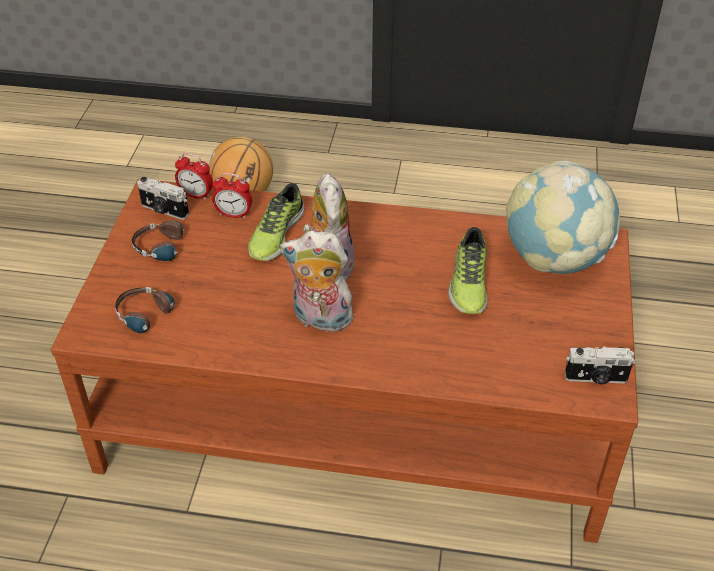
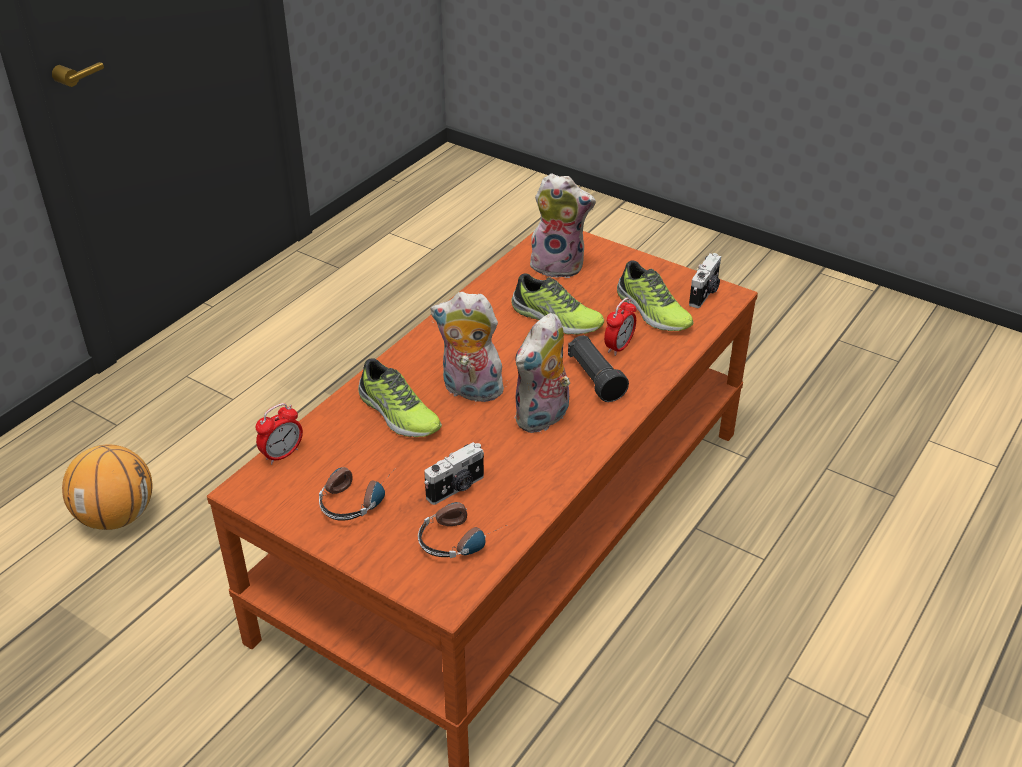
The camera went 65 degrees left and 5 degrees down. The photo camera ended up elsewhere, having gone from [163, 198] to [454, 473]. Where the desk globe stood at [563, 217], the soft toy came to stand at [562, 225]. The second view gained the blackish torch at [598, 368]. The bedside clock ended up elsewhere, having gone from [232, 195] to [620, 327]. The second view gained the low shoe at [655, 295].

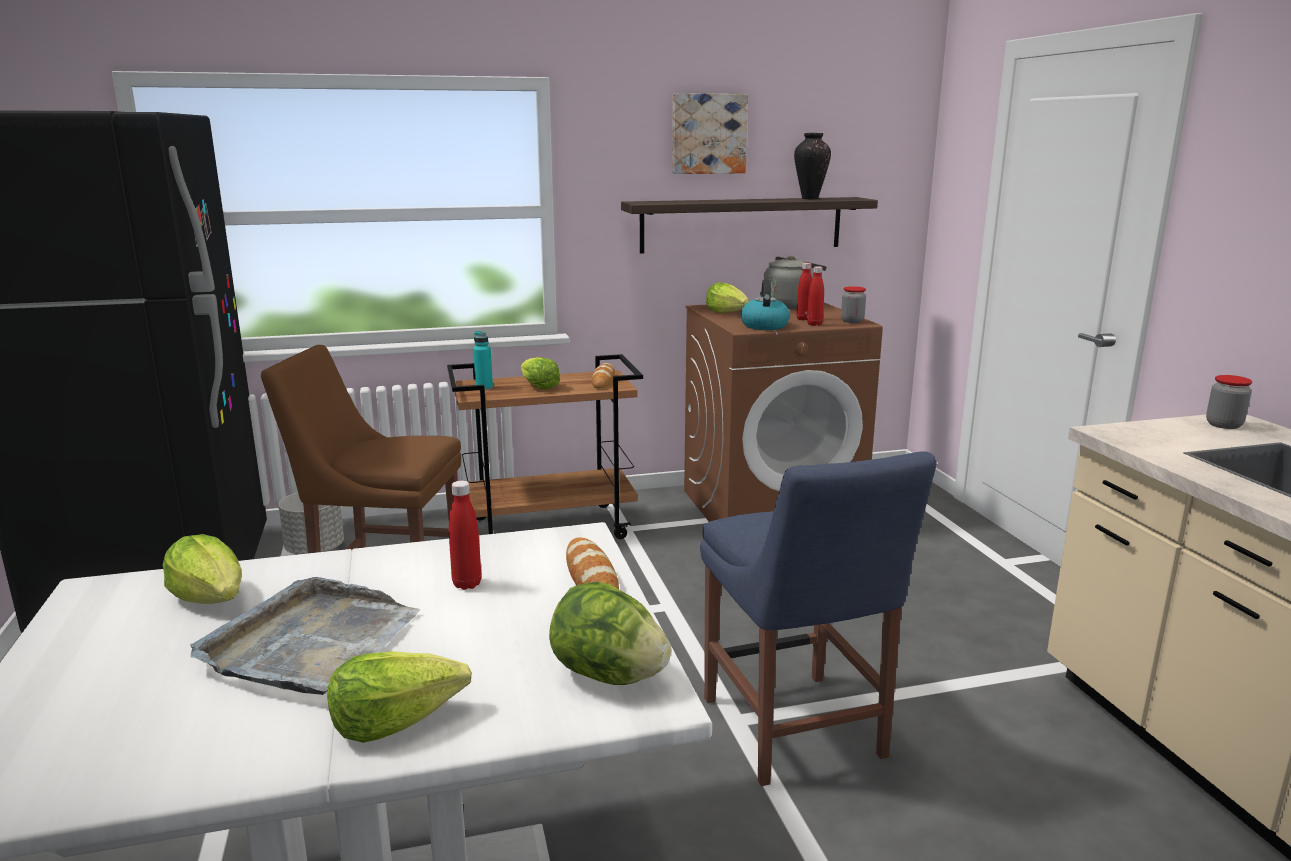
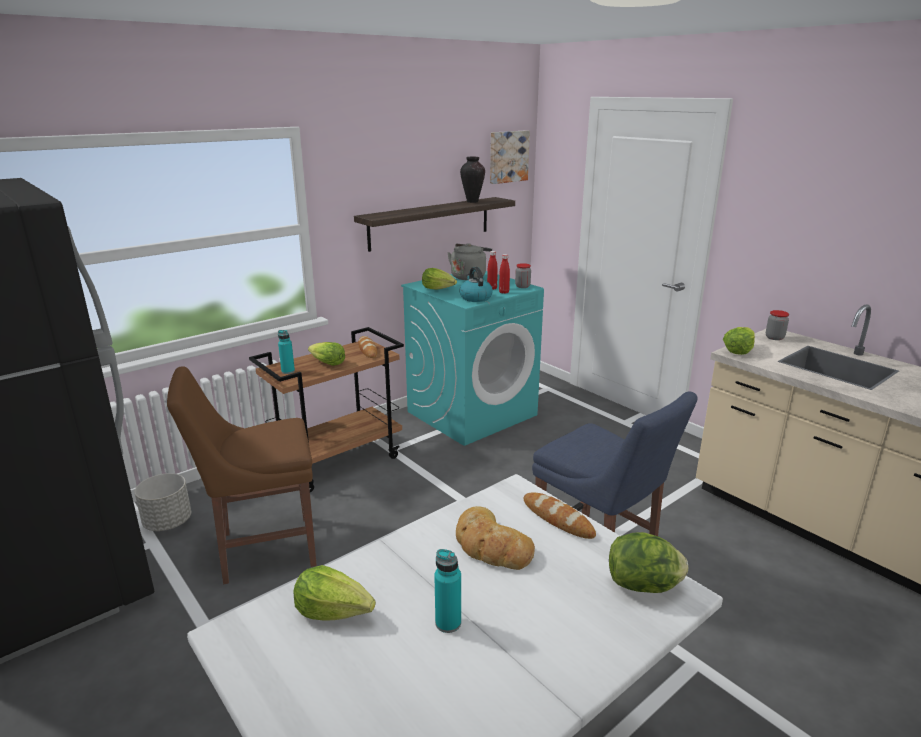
The camera went 25 degrees left and 5 degrees up. What was the brown-coloured washing machine at [783, 412] turned into the turquoise-coloured washing machine at [472, 358]. Where the gray serving tray stood at [305, 636], the turquoise-coloured beverage bottle came to stand at [447, 591]. Where the red beverage bottle stood at [465, 535], the bread came to stand at [495, 538]. The wall picture ended up elsewhere, having gone from [710, 133] to [510, 157]. The lettuce ended up elsewhere, having gone from [399, 697] to [739, 341].

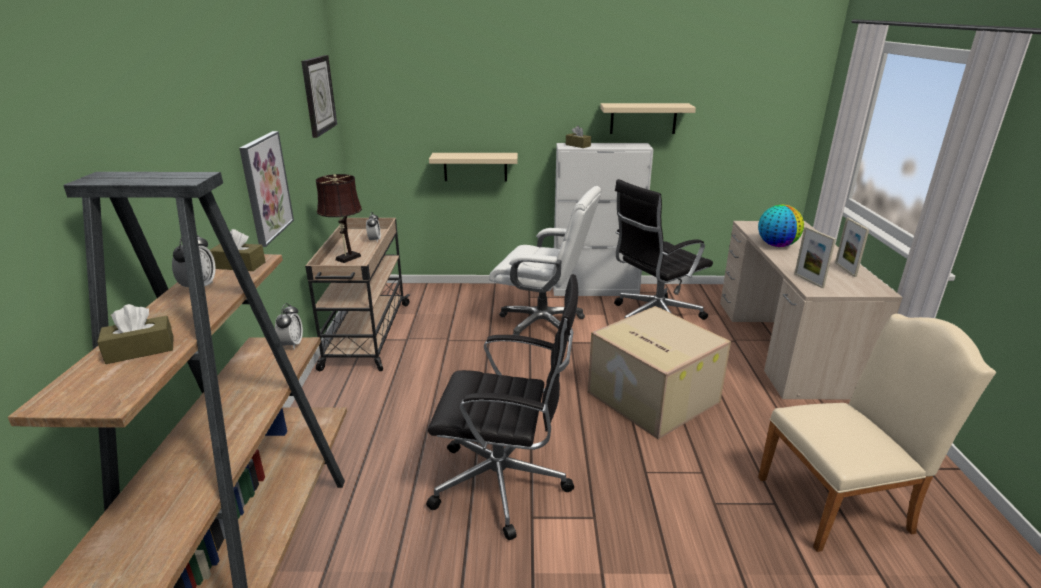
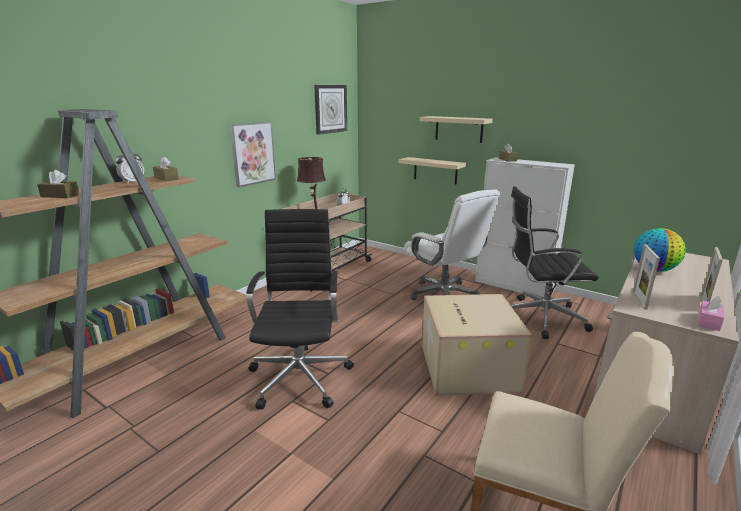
The camera went 35 degrees right and 5 degrees down. The blackish desk chair at [502, 407] ended up facing another way, 135 degrees counterclockwise from before. The beige-coloured wall shelf ended up elsewhere, having gone from [648, 118] to [456, 129]. The second view gained the pink box of tissues at [711, 313]. The second view lost the bedside clock at [289, 326].

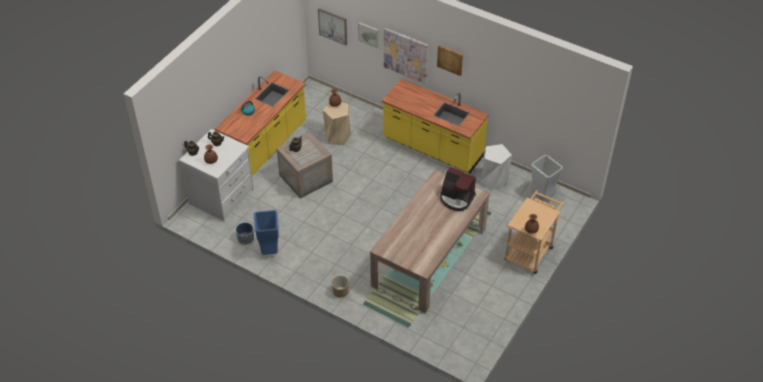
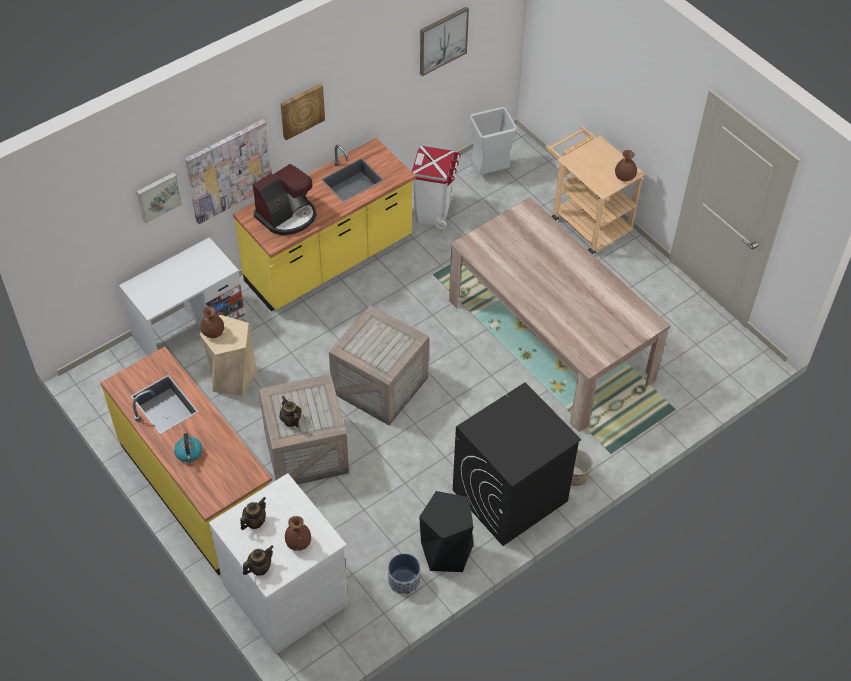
The camera went 70 degrees left and 5 degrees up. The second view gained the white-coloured desk unit at [182, 296]. The coffee maker ended up elsewhere, having gone from [458, 189] to [284, 199]. The second view gained the packing crate at [379, 365]. Where the white-coloured sitting stool stood at [496, 167], the white-coloured waste bin came to stand at [436, 187]. Where the blue waste bin stood at [266, 232], the blackish sitting stool came to stand at [446, 531]. The wall picture ended up elsewhere, having gone from [332, 26] to [444, 41]. The second view gained the blackish washing machine at [517, 464].

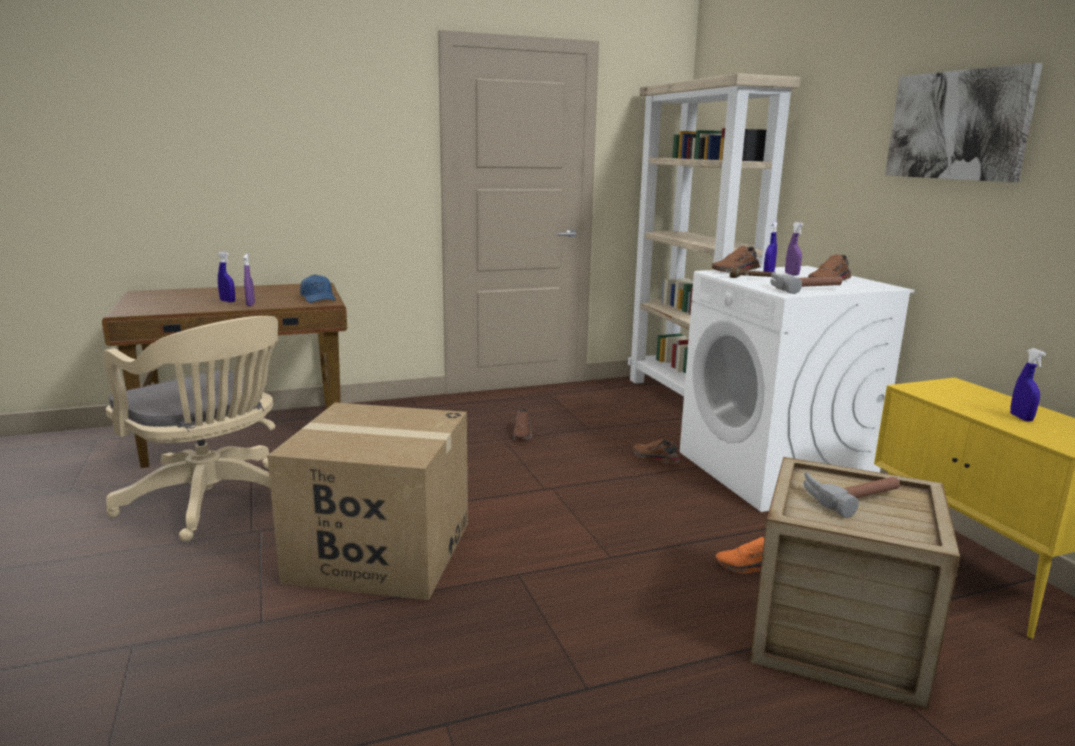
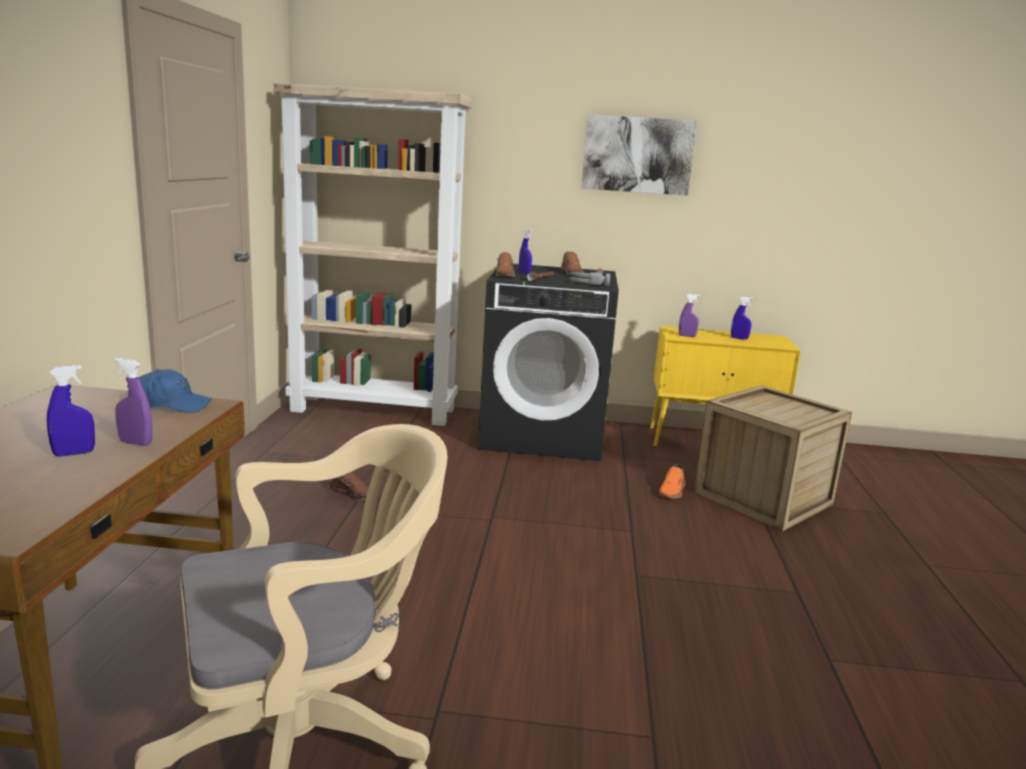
The camera went 65 degrees left and 0 degrees up. What was the white-coloured washing machine at [797, 389] turned into the blackish washing machine at [548, 362]. The purplish hand sprayer ended up elsewhere, having gone from [794, 249] to [689, 315]. The second view lost the carton at [367, 501]. The second view lost the brown-coloured low shoe at [656, 451]. The second view lost the tool hammer at [851, 495].

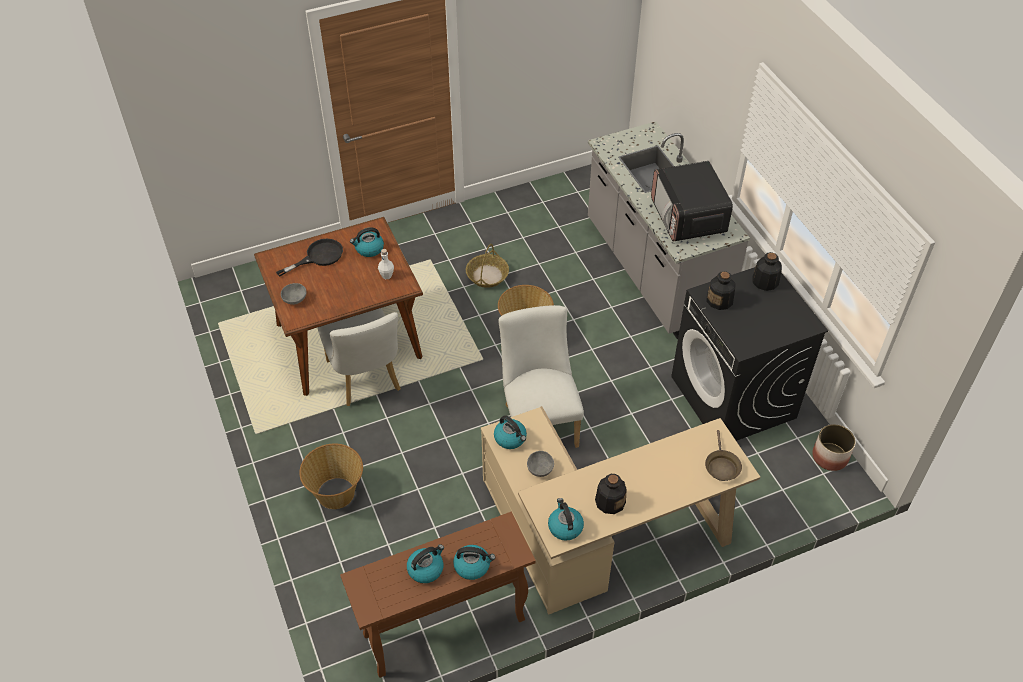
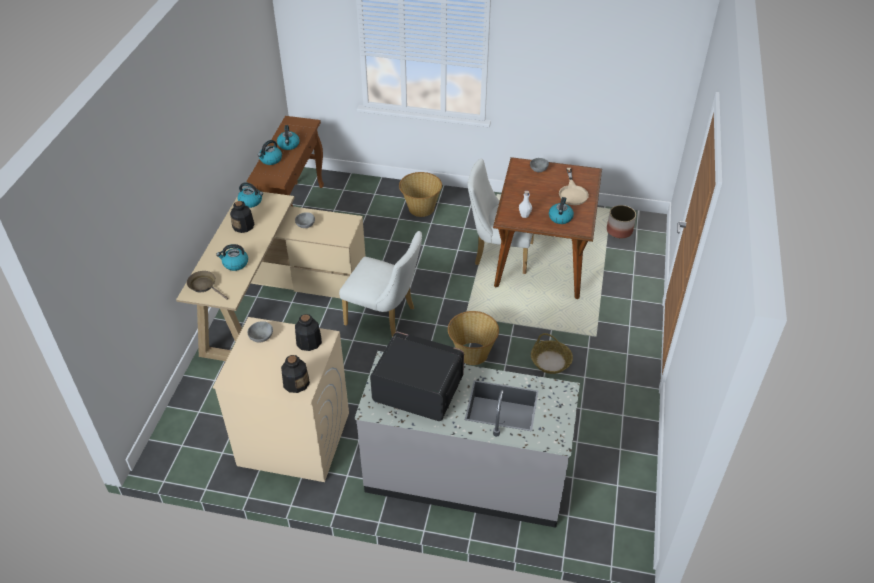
The camera went 125 degrees right and 5 degrees down. What was the blackish washing machine at [749, 354] turned into the beige-coloured washing machine at [281, 399]. The kettle ended up elsewhere, having gone from [510, 432] to [232, 257]. The second view gained the gray serving bowl at [260, 332]. What was the blackish frying pan at [309, 257] turned into the beige-coloured frying pan at [574, 186]. The flower pot ended up elsewhere, having gone from [834, 447] to [621, 221].

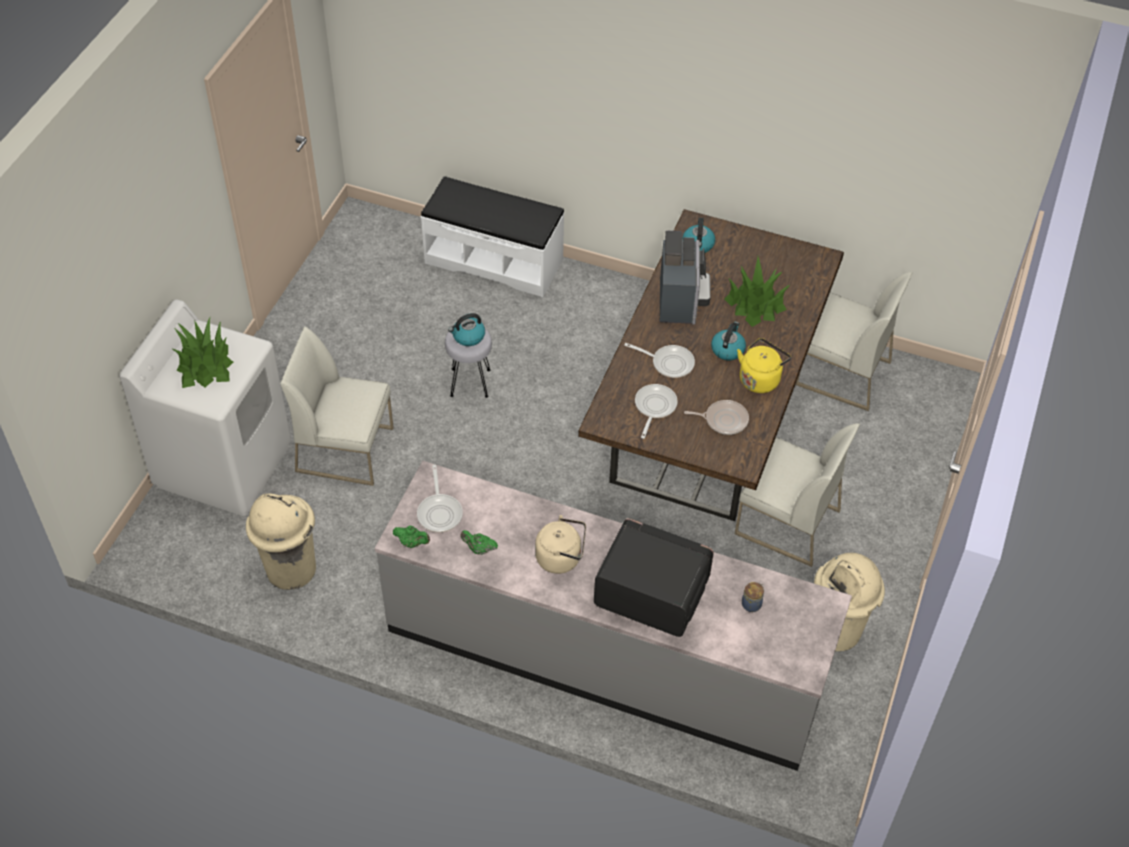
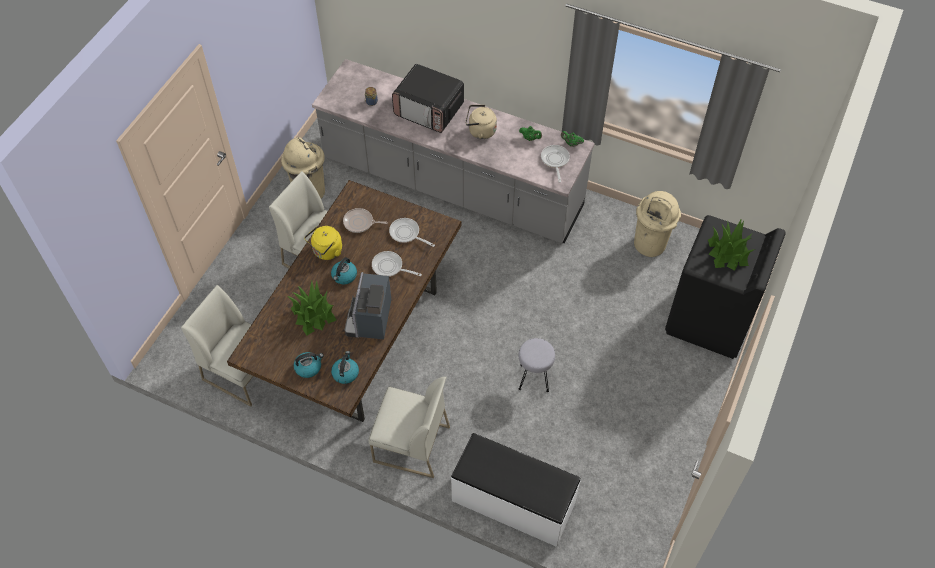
The camera went 175 degrees left and 5 degrees up. The kettle ended up elsewhere, having gone from [466, 329] to [309, 365]. The white-coloured chair ended up elsewhere, having gone from [337, 406] to [409, 427]. The frying pan at [656, 411] ended up facing another way, 105 degrees clockwise from before. What was the white-coloured washing machine at [205, 407] turned into the blackish washing machine at [725, 287].

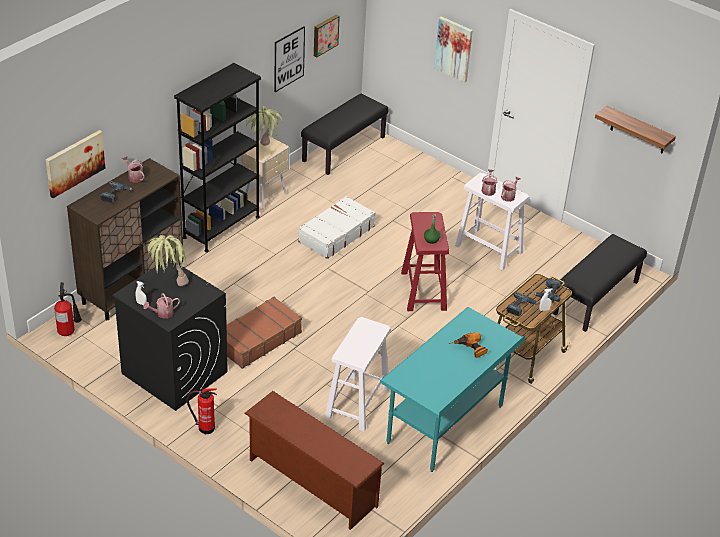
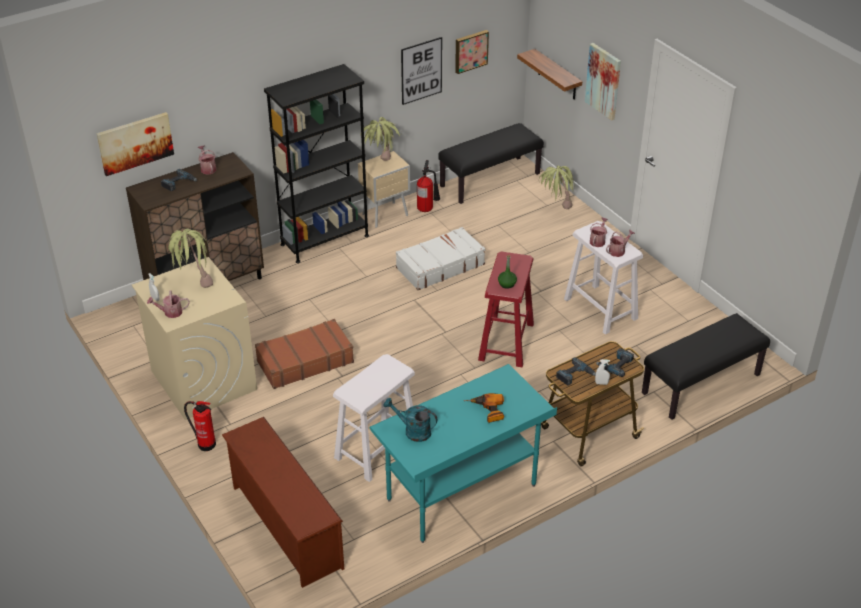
The camera went 20 degrees right and 0 degrees up. What was the blackish washing machine at [170, 334] turned into the beige-coloured washing machine at [194, 338]. The second view gained the turquoise-coloured watering can at [410, 420]. The fire extinguisher ended up elsewhere, having gone from [68, 309] to [428, 186]. The wall shelf ended up elsewhere, having gone from [635, 129] to [549, 74]. The second view gained the plant in a pot at [557, 187].

